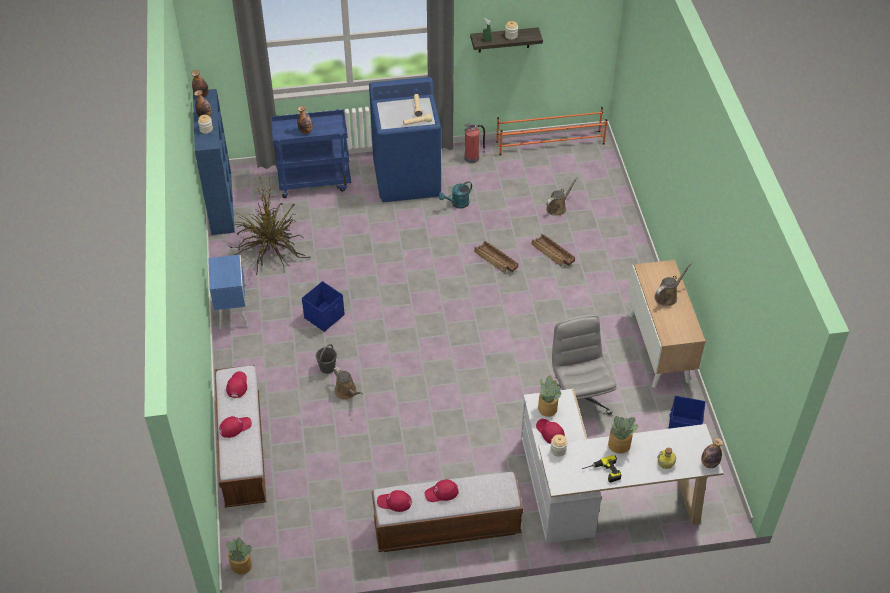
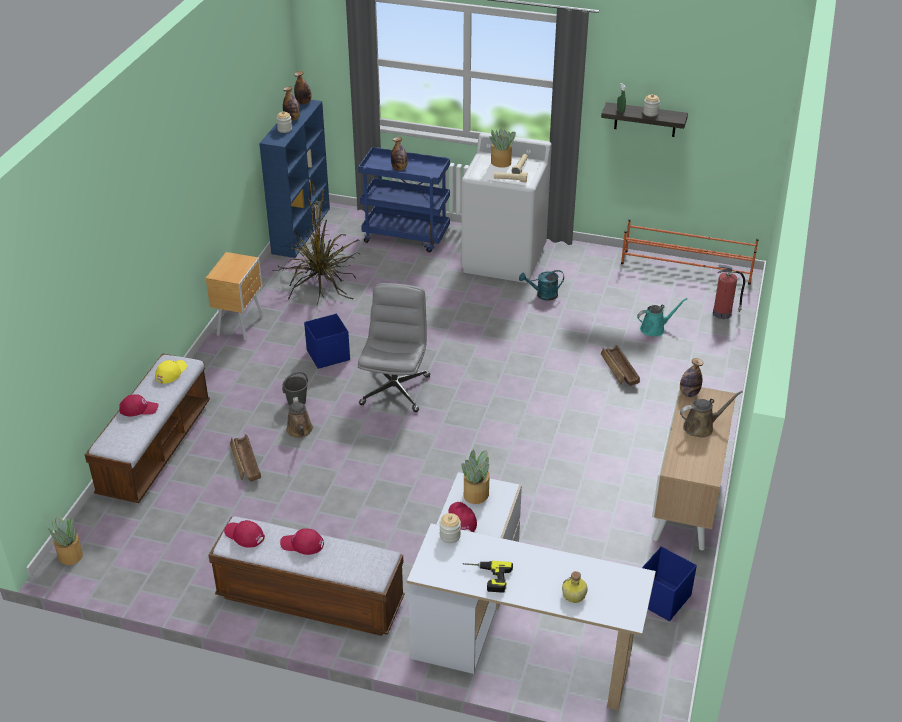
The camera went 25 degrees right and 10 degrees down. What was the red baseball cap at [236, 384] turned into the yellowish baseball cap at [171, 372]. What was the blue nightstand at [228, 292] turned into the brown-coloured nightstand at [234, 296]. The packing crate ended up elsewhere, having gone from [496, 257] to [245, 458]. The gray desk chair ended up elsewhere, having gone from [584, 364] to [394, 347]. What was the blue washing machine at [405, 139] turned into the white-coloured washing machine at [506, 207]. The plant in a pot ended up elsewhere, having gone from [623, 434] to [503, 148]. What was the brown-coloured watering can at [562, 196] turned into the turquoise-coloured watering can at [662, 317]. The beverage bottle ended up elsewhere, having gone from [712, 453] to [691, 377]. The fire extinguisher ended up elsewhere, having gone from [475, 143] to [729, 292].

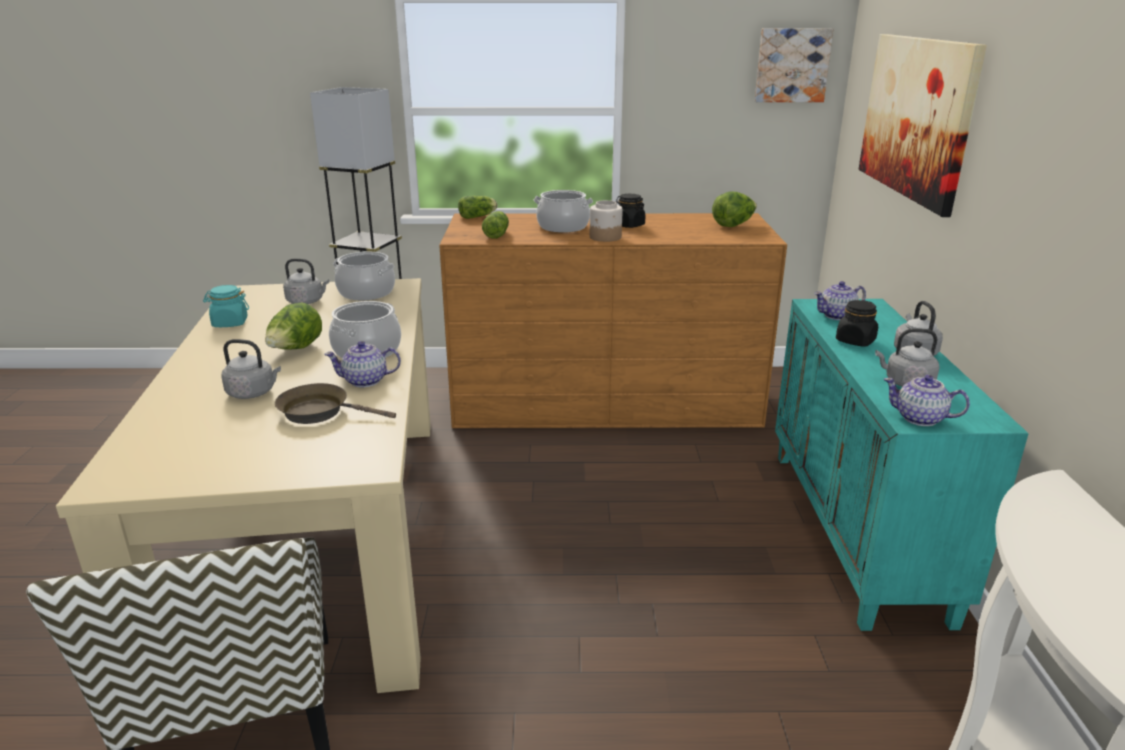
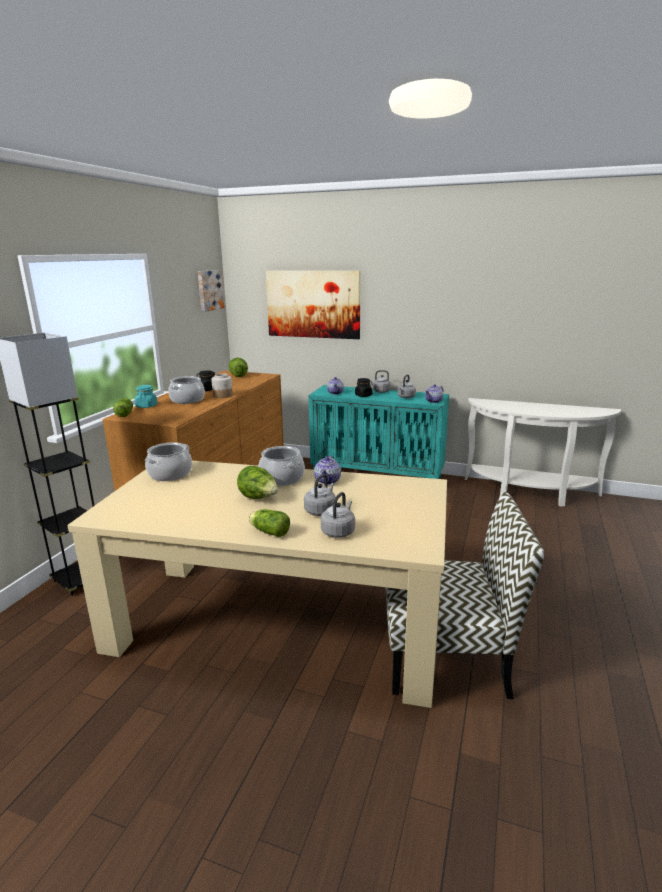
The camera went 70 degrees left and 5 degrees down. The turquoise-coloured jar ended up elsewhere, having gone from [226, 306] to [146, 396]. The lettuce ended up elsewhere, having gone from [495, 225] to [269, 523]. The gray kettle ended up elsewhere, having gone from [306, 281] to [338, 515]. The second view lost the brown-coloured frying pan at [335, 403].

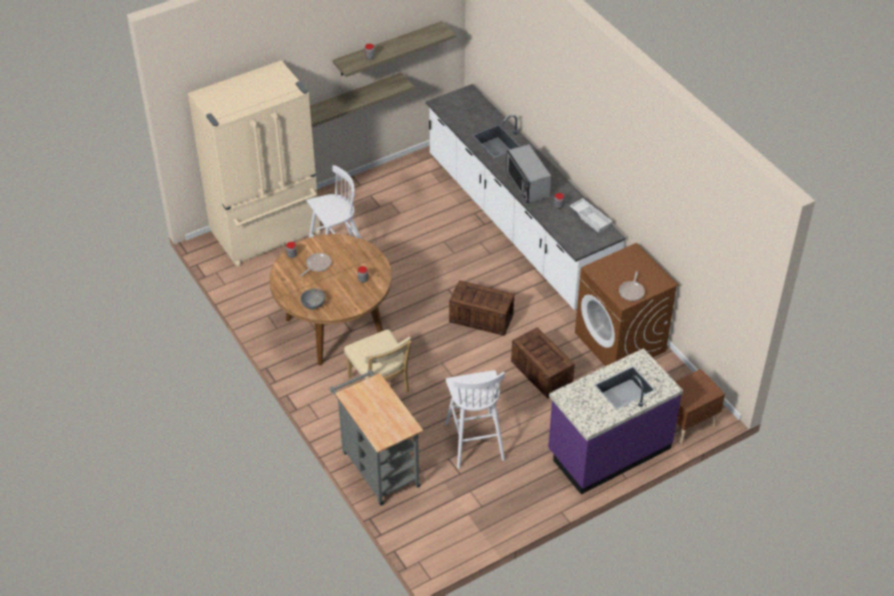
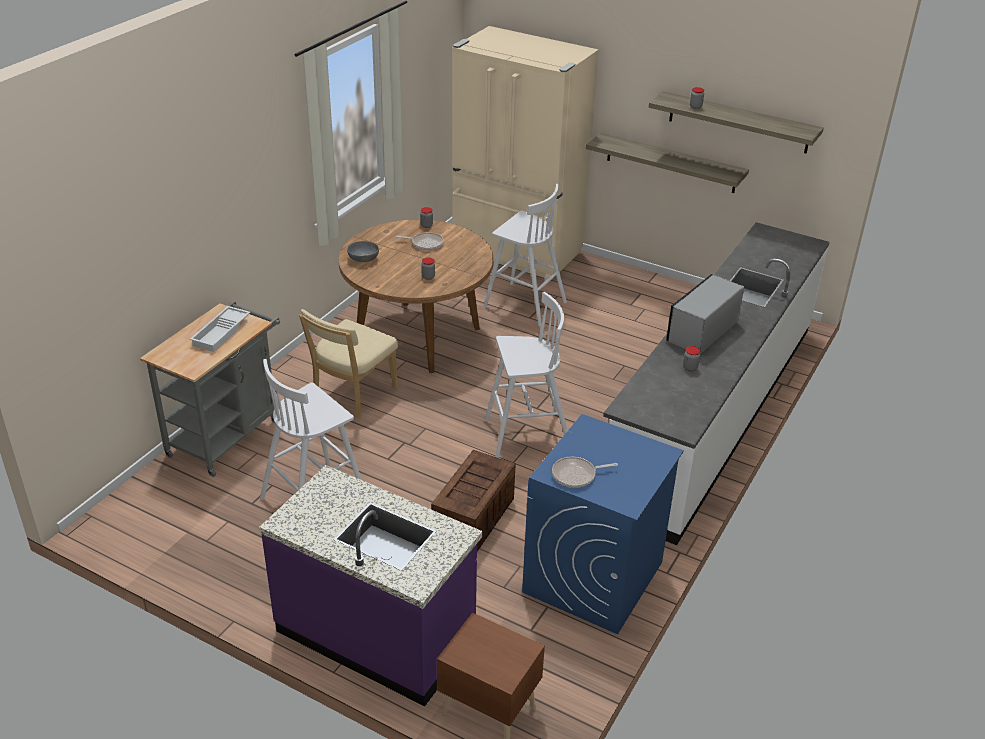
The camera went 60 degrees right and 10 degrees down. The white-coloured serving tray ended up elsewhere, having gone from [591, 215] to [220, 329]. Where the packing crate stood at [481, 308], the white-coloured sitting stool came to stand at [526, 375]. What was the brown-coloured washing machine at [626, 304] turned into the blue washing machine at [603, 524].

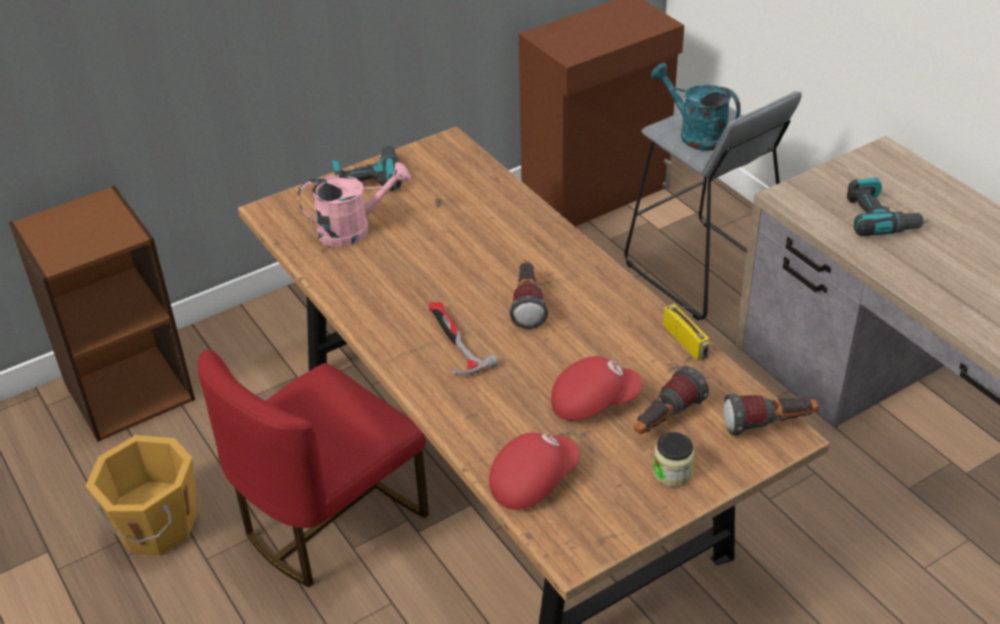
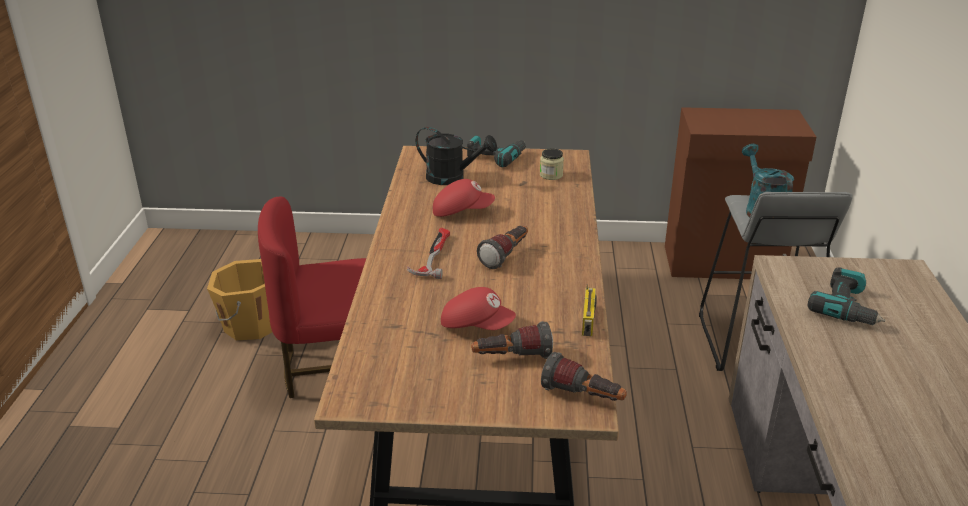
The camera went 35 degrees right and 10 degrees down. What was the pink watering can at [354, 204] turned into the blackish watering can at [456, 156]. The red baseball cap ended up elsewhere, having gone from [534, 471] to [464, 198]. The jar ended up elsewhere, having gone from [673, 459] to [552, 164]. The second view lost the brown-coloured bookshelf at [102, 313].

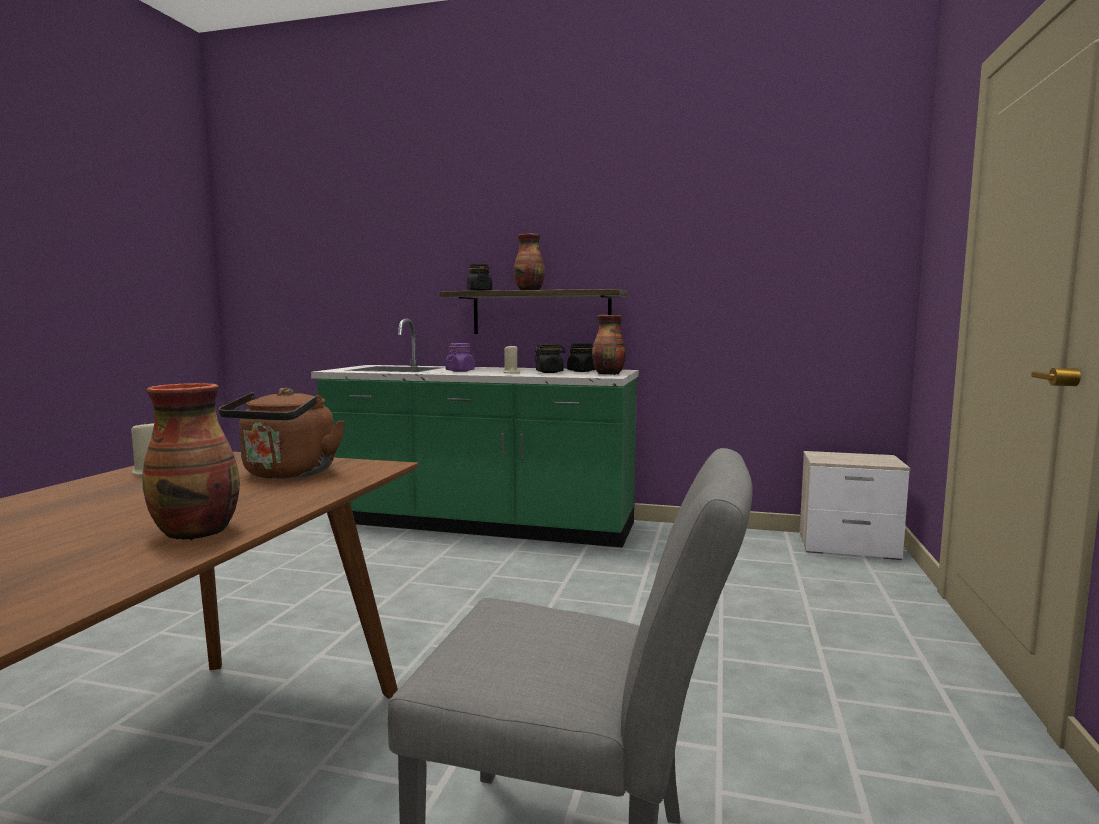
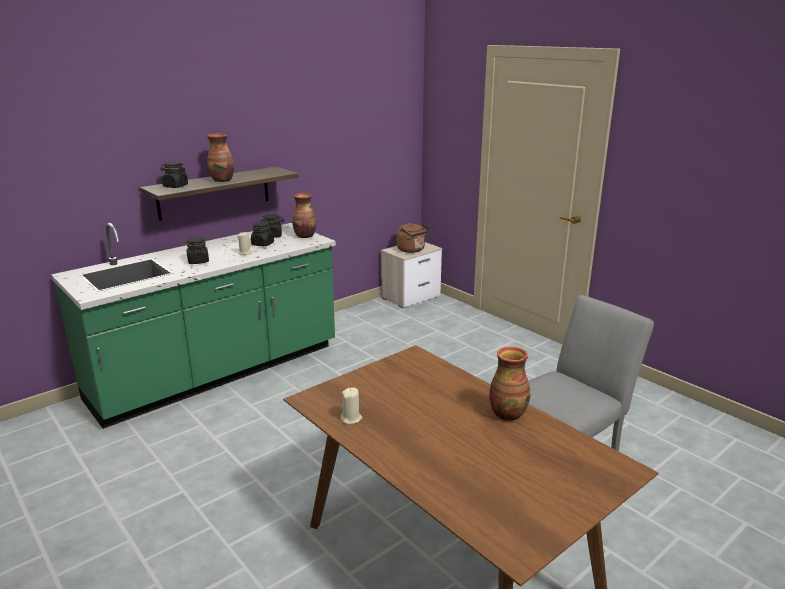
The camera went 55 degrees left and 15 degrees up. What was the purplish jar at [460, 357] turned into the blackish jar at [197, 250]. The brown-coloured kettle ended up elsewhere, having gone from [282, 433] to [414, 238].

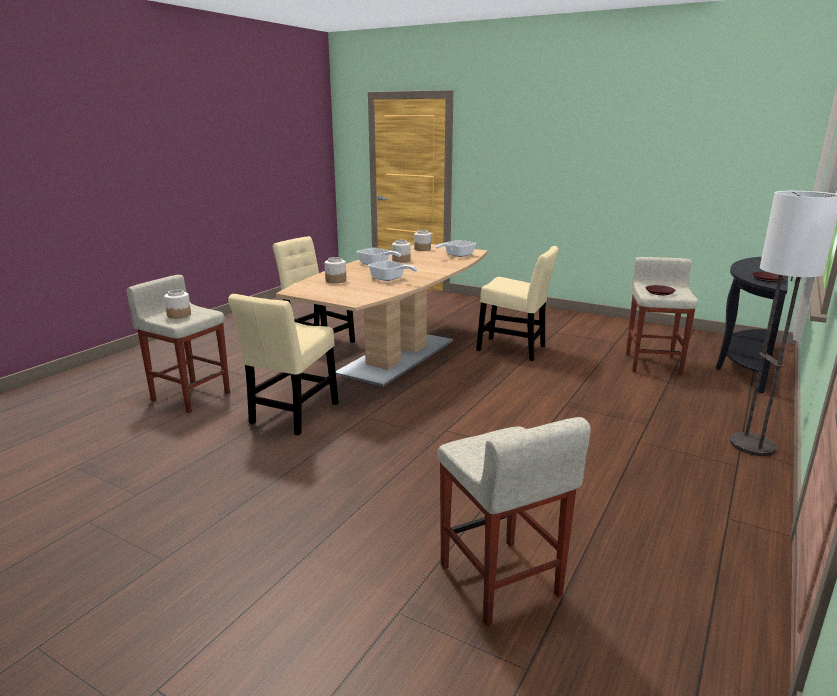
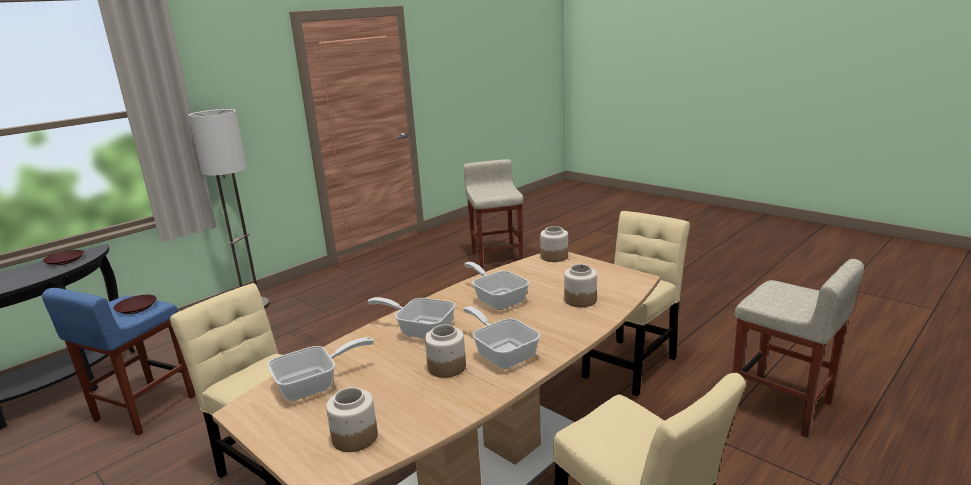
The camera went 165 degrees left and 0 degrees up. What was the beige-coloured sitting stool at [662, 316] turned into the blue sitting stool at [119, 361]. The second view gained the frying pan at [412, 318]. The jar ended up elsewhere, having gone from [177, 304] to [554, 244].

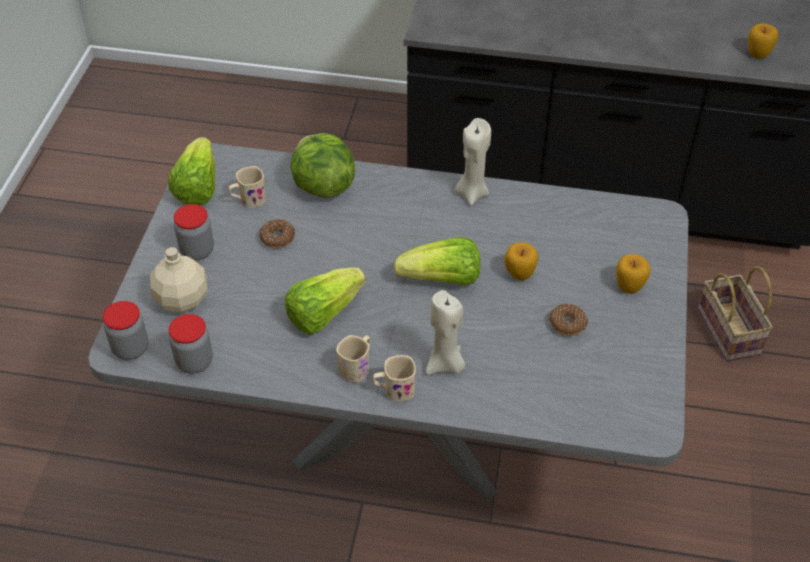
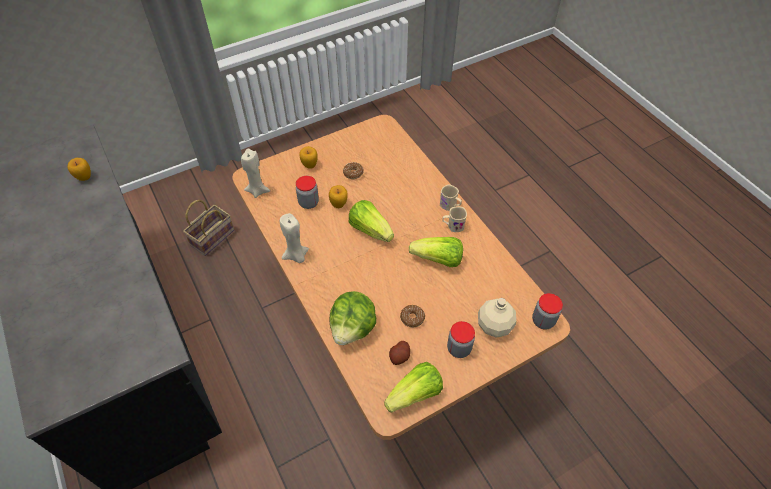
The camera went 130 degrees left and 5 degrees up. What was the gray dining table at [388, 321] turned into the brown-coloured dining table at [401, 277]. The beige-coloured wax light ended up elsewhere, having gone from [445, 332] to [255, 173]. The jar ended up elsewhere, having gone from [191, 344] to [307, 192]. Where the beige-coloured tea mug stood at [247, 187], the potato came to stand at [399, 353].

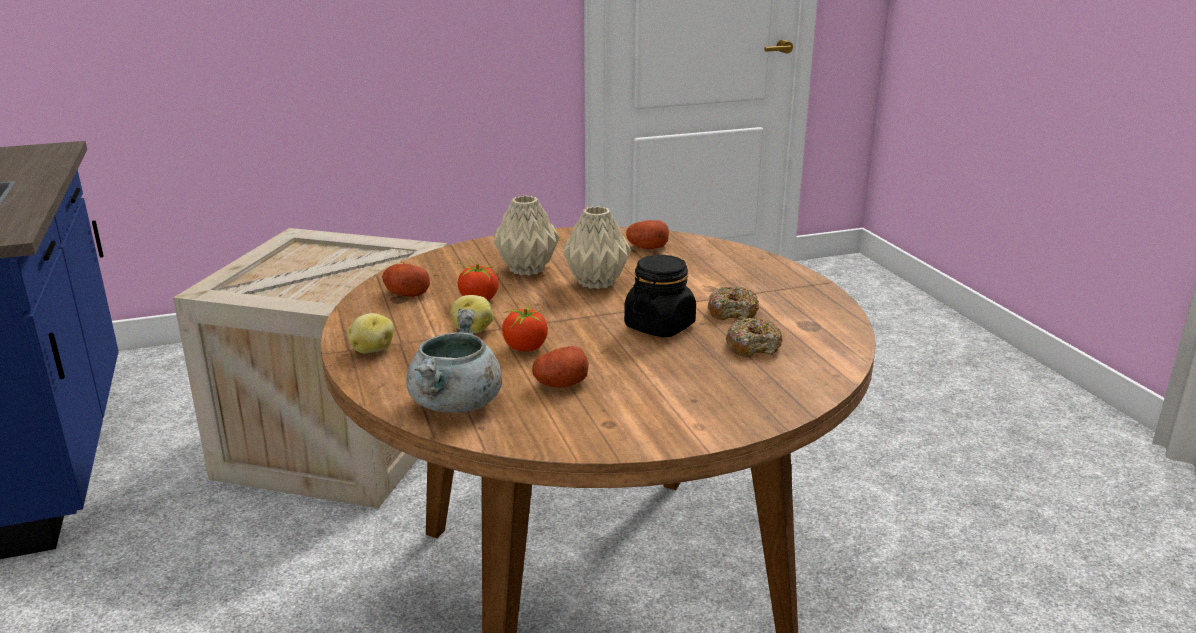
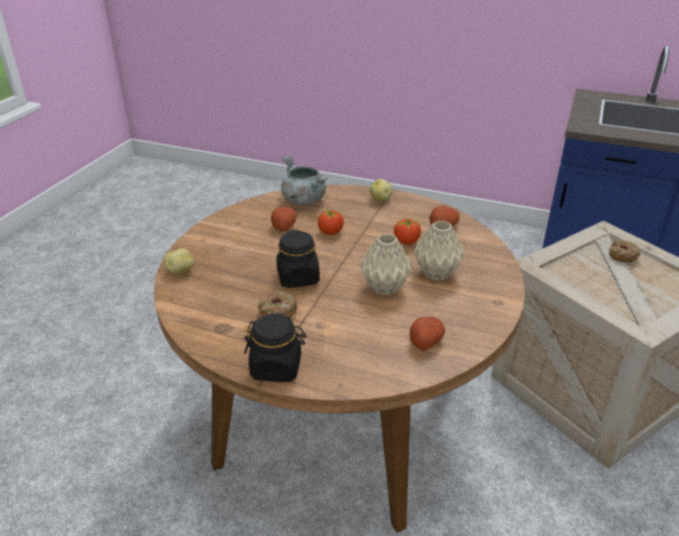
The camera went 130 degrees right and 10 degrees up. The potato ended up elsewhere, having gone from [472, 314] to [179, 261]. The second view gained the blackish jar at [275, 348]. The ring doughnut ended up elsewhere, having gone from [754, 337] to [624, 251].

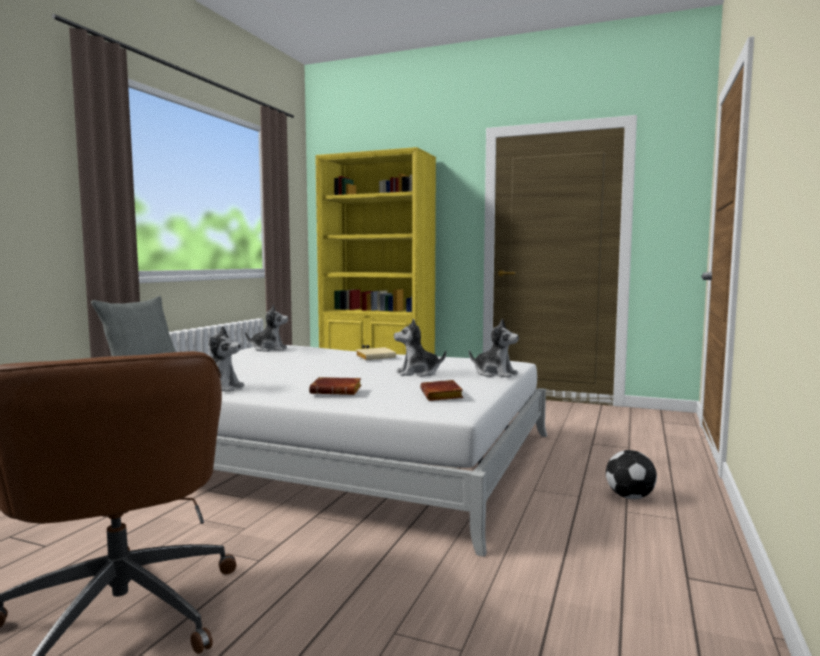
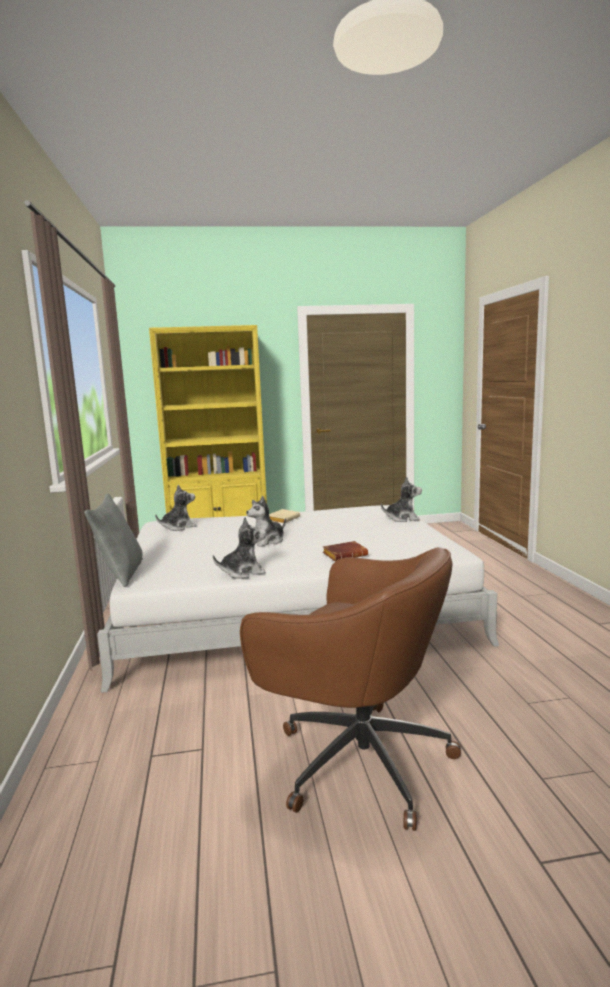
The camera went 30 degrees left and 5 degrees up. The soft toy ended up elsewhere, having gone from [420, 348] to [266, 521]. The second view lost the brown-coloured book at [441, 390]. The second view lost the football ball at [631, 474].

